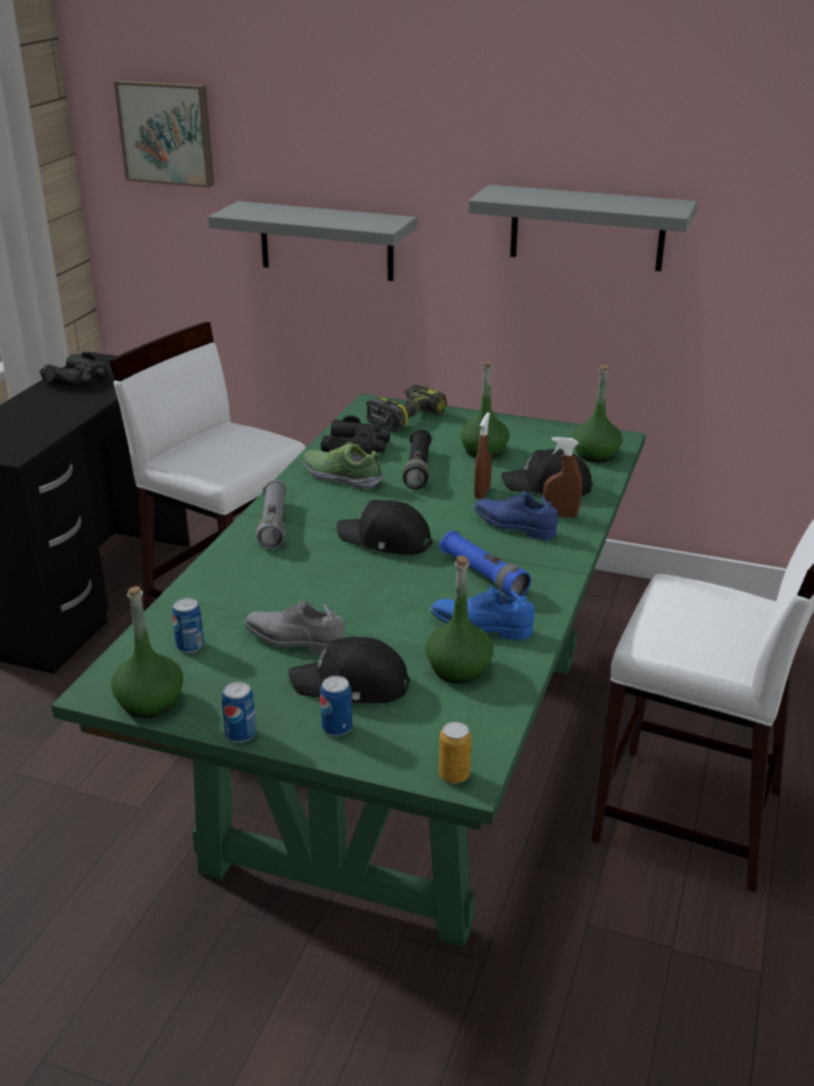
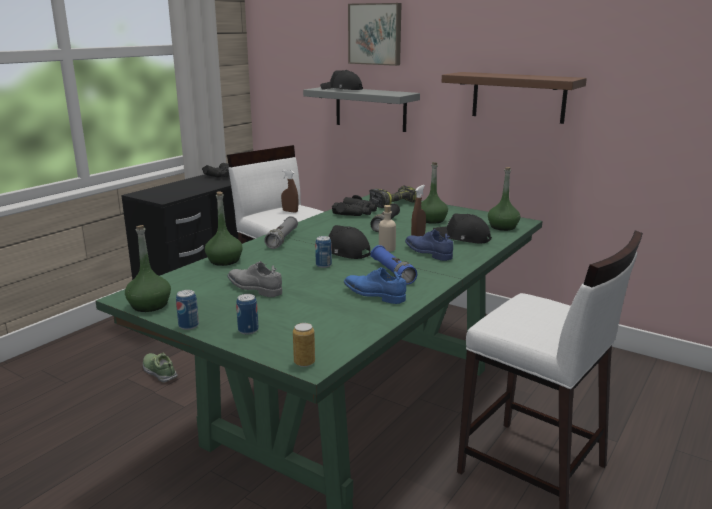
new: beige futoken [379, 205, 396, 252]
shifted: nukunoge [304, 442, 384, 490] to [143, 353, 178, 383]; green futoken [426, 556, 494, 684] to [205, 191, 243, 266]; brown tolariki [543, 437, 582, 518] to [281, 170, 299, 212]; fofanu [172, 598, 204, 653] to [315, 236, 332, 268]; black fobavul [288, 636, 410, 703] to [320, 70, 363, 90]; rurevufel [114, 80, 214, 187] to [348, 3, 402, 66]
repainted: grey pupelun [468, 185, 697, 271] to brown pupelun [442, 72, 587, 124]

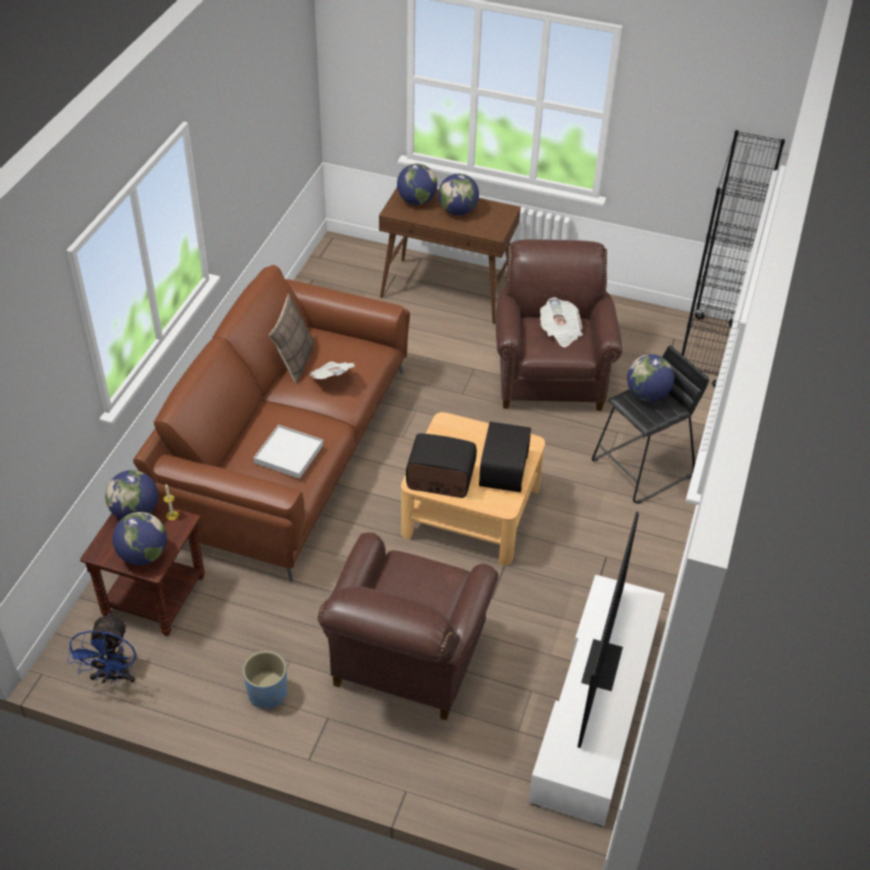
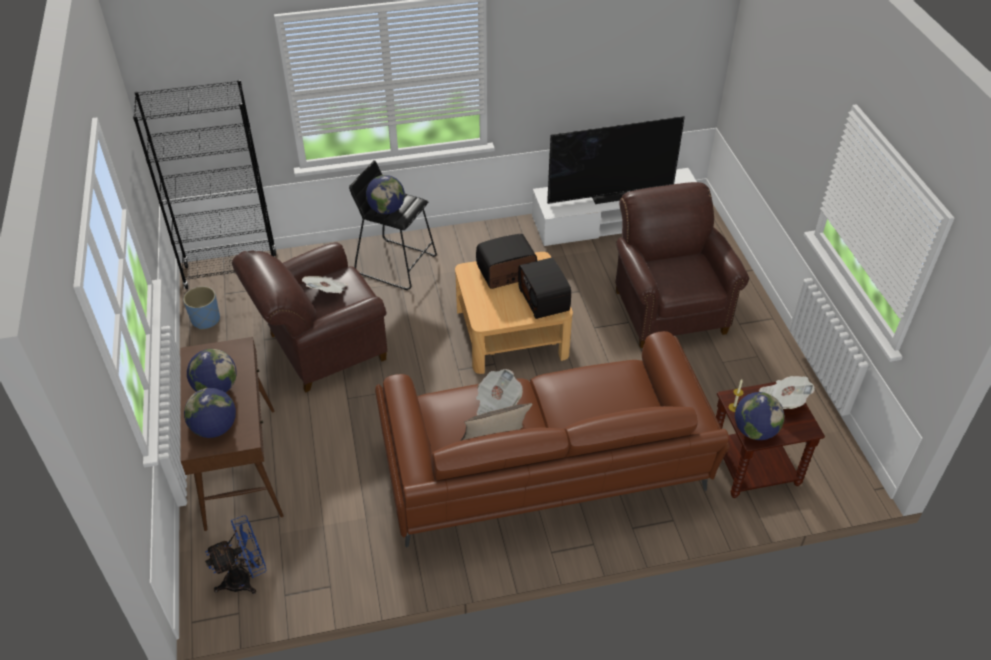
gone: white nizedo [254, 425, 323, 479]
shifted: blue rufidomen [243, 651, 287, 709] to [183, 286, 220, 330]; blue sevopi [67, 613, 136, 684] to [205, 515, 266, 594]
swapped: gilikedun [112, 512, 167, 565] to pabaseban [759, 376, 815, 409]
rotated: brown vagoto [318, 532, 499, 720] = [615, 182, 749, 348] 90 degrees counterclockwise

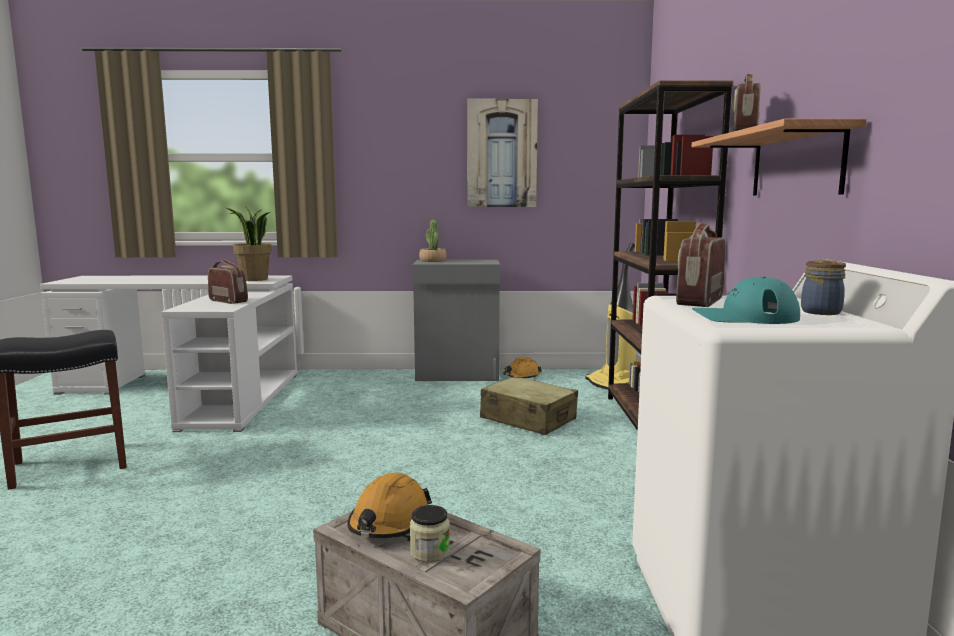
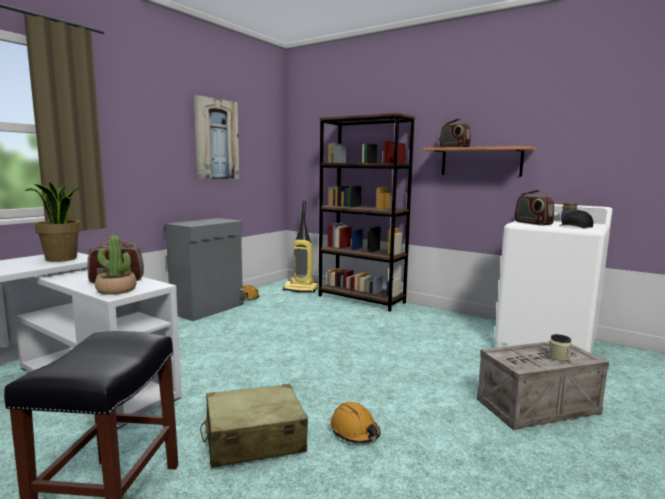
shifted: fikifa [419, 220, 447, 262] to [95, 235, 136, 295]; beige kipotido [480, 376, 578, 435] to [200, 384, 308, 468]; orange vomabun [347, 473, 432, 538] to [330, 402, 381, 443]
repainted: turquoise fobavul [692, 276, 800, 324] to black fobavul [560, 210, 593, 229]

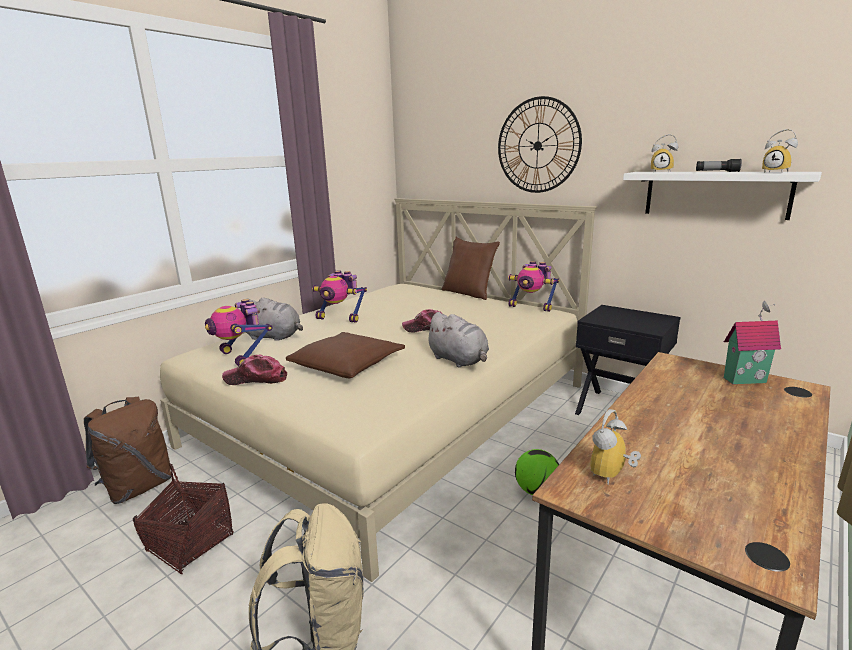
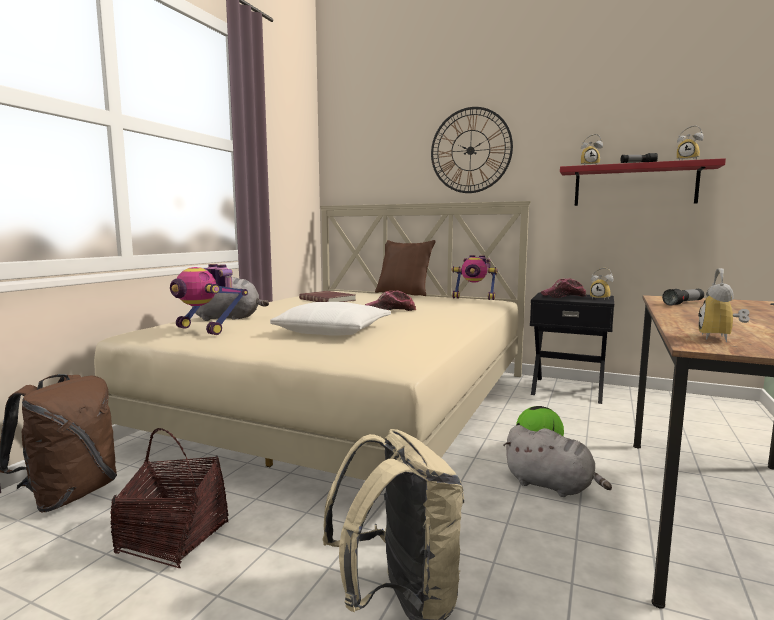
gone: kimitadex [312, 270, 367, 323]; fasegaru [724, 301, 781, 384]
new: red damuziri [299, 291, 356, 302]; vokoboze [590, 268, 614, 300]; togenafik [662, 289, 704, 306]
shifted: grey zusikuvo [424, 312, 489, 367] to [503, 425, 612, 497]; fobavul [222, 355, 287, 385] to [541, 278, 586, 298]
repainted: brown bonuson [286, 332, 405, 378] to white bonuson [270, 302, 391, 336]; white pupelun [623, 172, 822, 220] to red pupelun [560, 158, 726, 206]

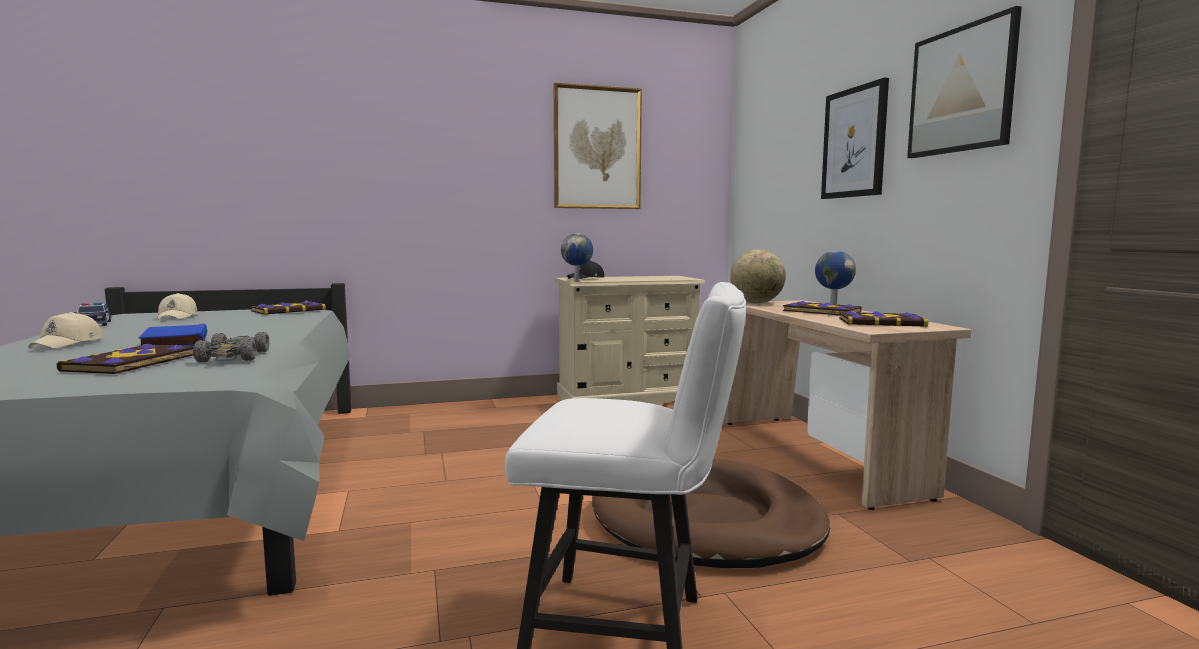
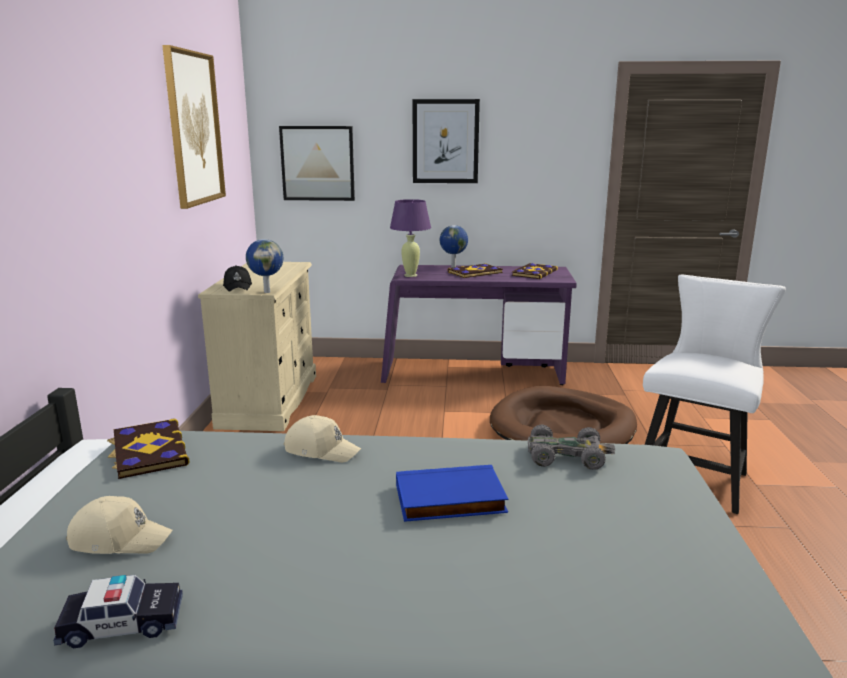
gone: damuziri [56, 344, 194, 374]
shifted: rurevufel [907, 6, 1022, 158] to [279, 126, 355, 201]; beige fobavul [28, 312, 103, 348] to [284, 415, 361, 463]
swapped: gilikedun [730, 249, 786, 304] to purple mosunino [390, 199, 431, 277]
repainted: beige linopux [723, 300, 971, 510] to purple linopux [381, 265, 577, 385]

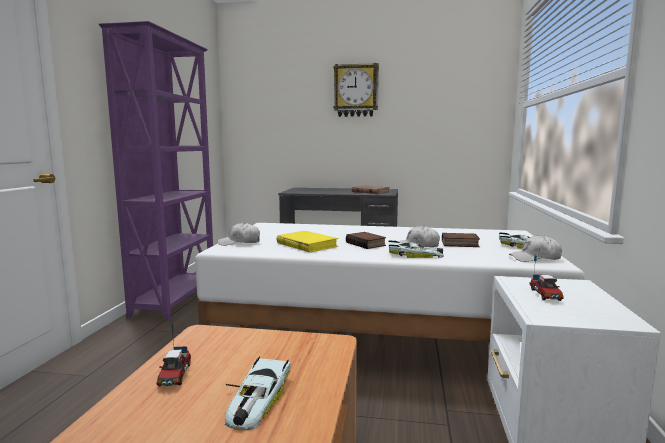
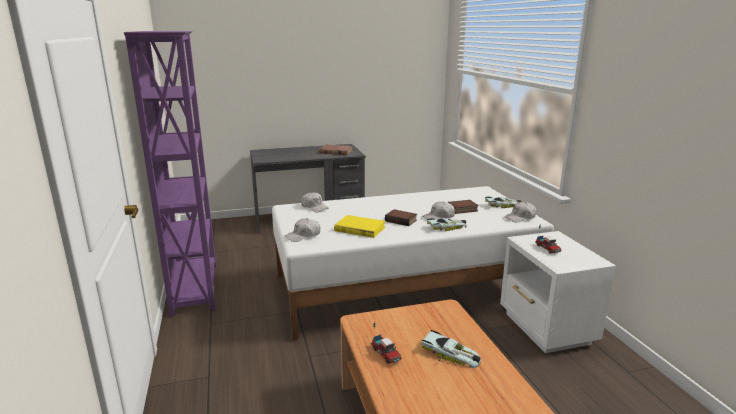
gone: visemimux [333, 63, 379, 117]
new: white fobavul [301, 192, 329, 213]
rotated: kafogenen [225, 356, 291, 430] = [422, 330, 481, 368] 45 degrees counterclockwise

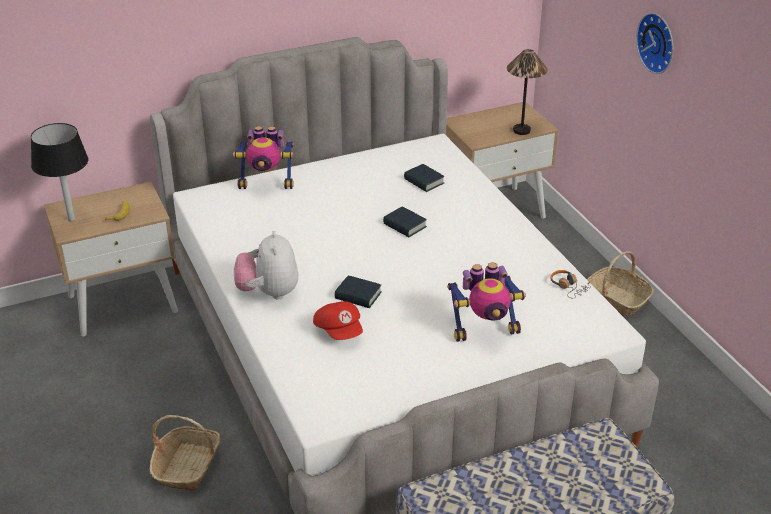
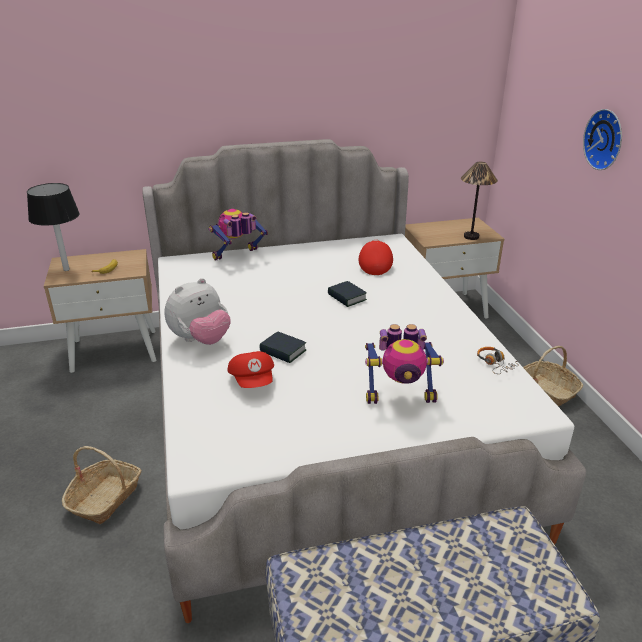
swapped: damuziri [404, 164, 445, 192] to red fobavul [359, 240, 393, 275]
rotated: zusikuvo [234, 231, 298, 300] = [164, 278, 231, 345] 135 degrees counterclockwise; kimitadex [233, 126, 294, 189] = [209, 209, 268, 261] 135 degrees clockwise

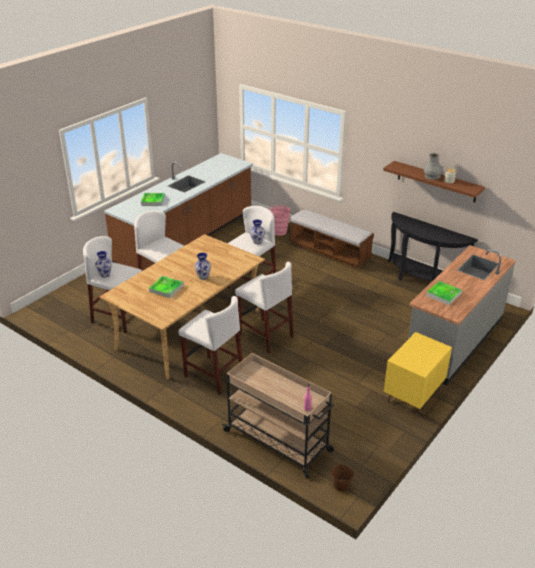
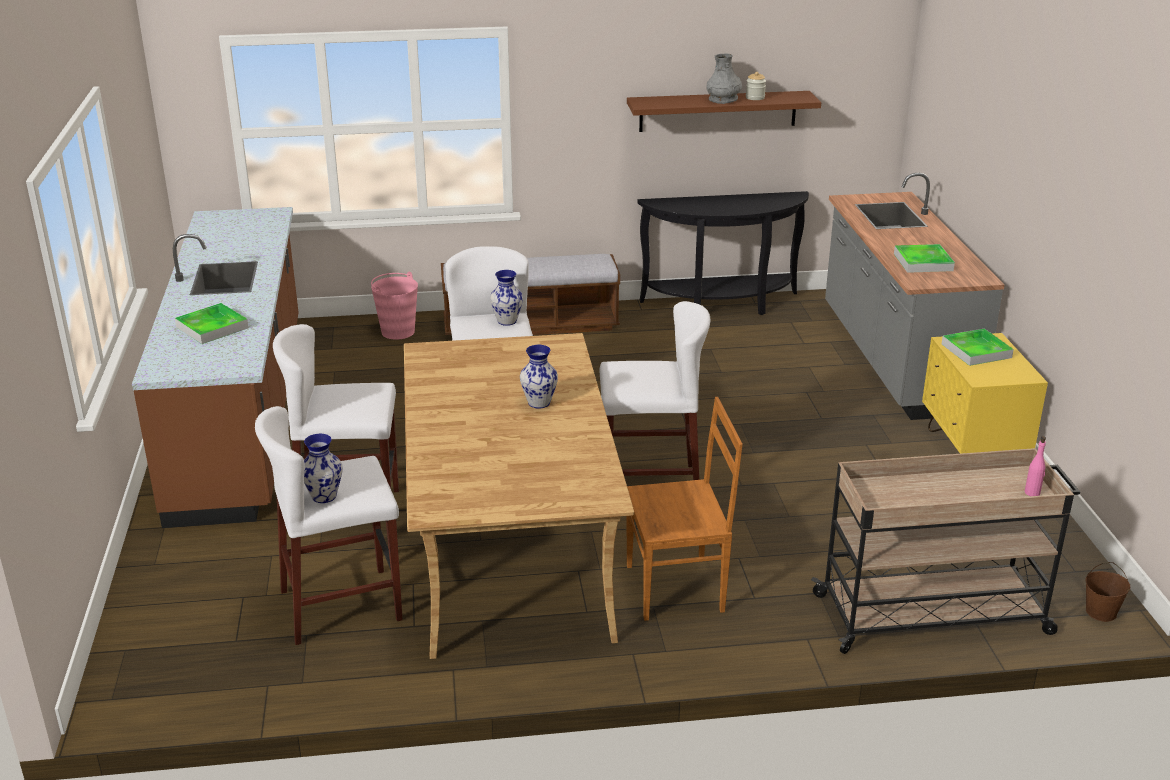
shifted: nizedo [149, 276, 183, 298] to [942, 328, 1014, 366]
swapped: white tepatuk [179, 296, 243, 395] to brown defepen [627, 397, 743, 621]

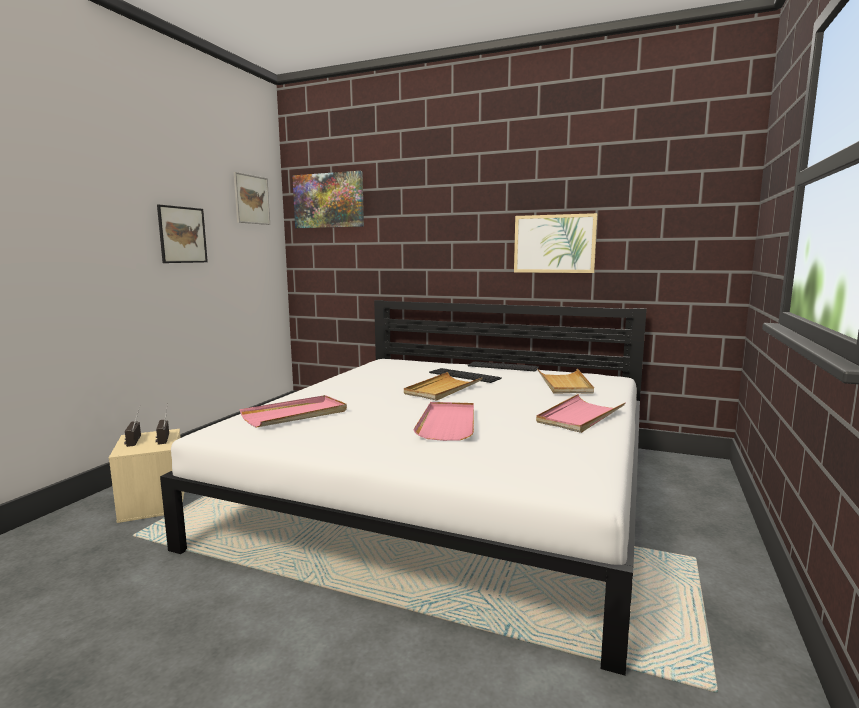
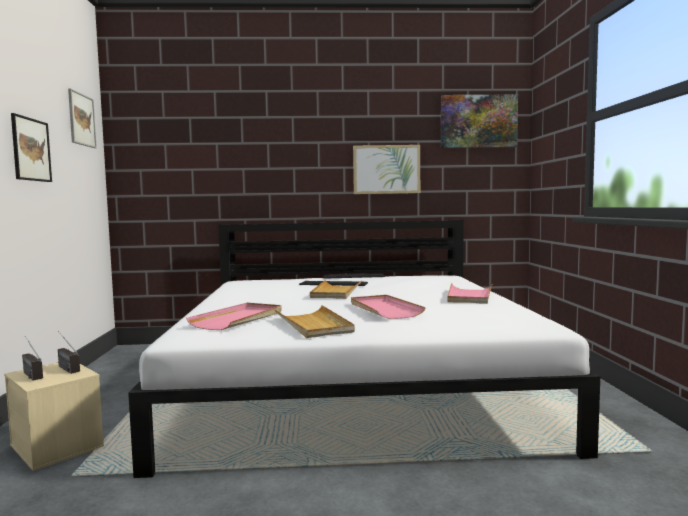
shifted: beige nizedo [537, 368, 594, 394] to [275, 305, 355, 338]; rurevufel [292, 171, 364, 228] to [441, 95, 518, 148]

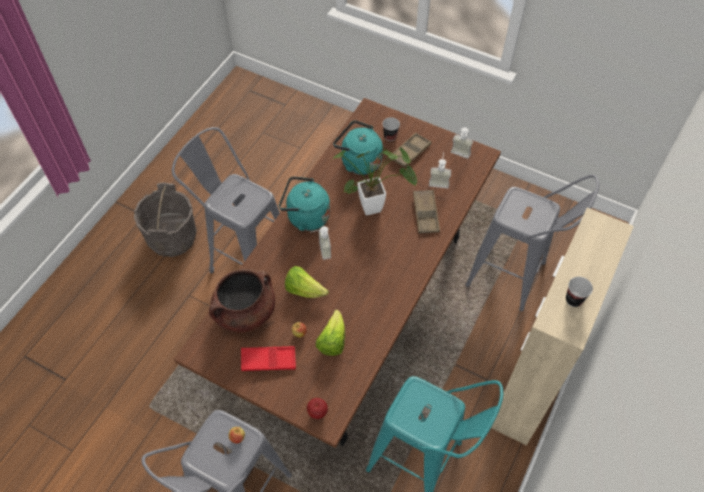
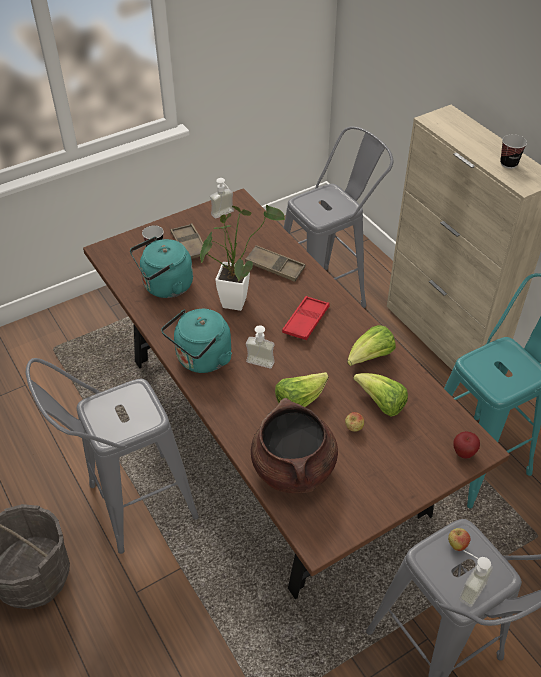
new: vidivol [347, 325, 396, 366]
shifted: red nizedo [241, 346, 296, 371] to [282, 296, 330, 340]; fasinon [429, 152, 451, 189] to [459, 550, 493, 607]

